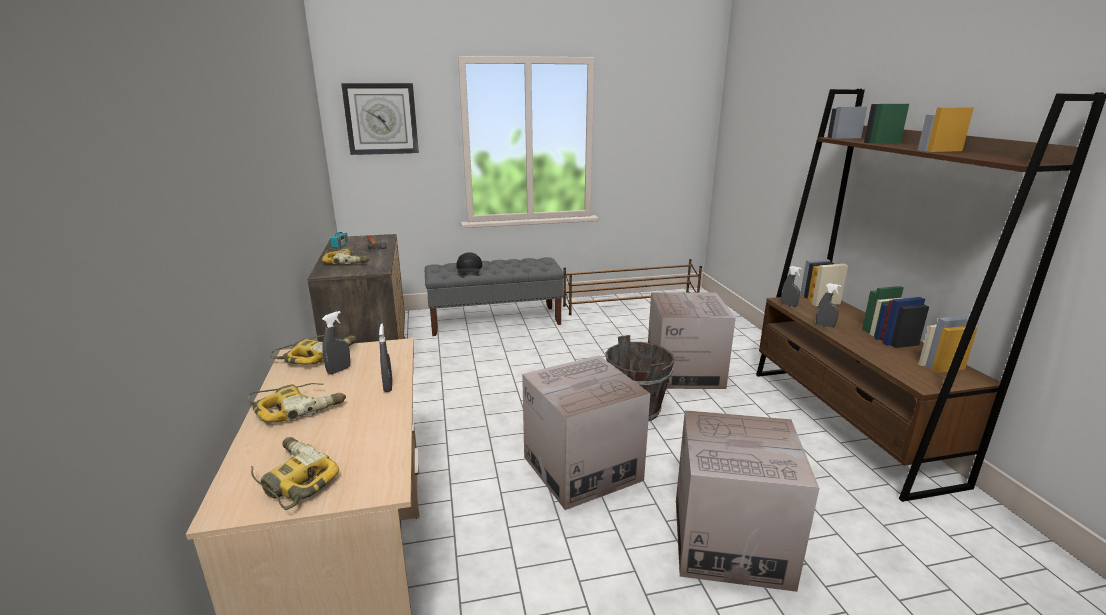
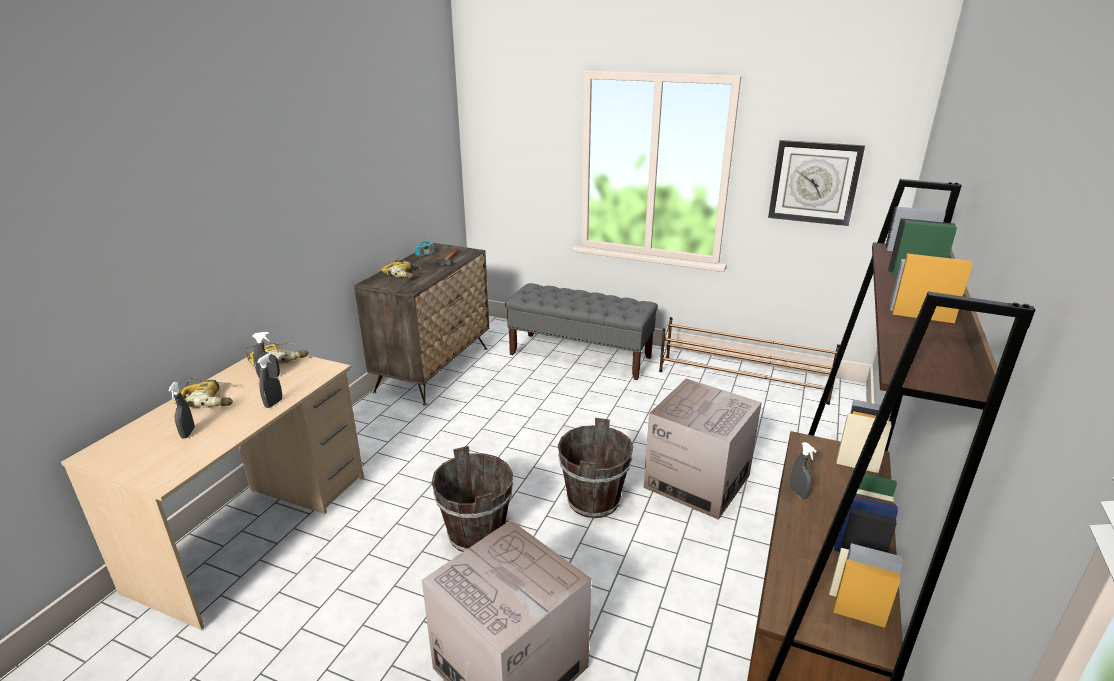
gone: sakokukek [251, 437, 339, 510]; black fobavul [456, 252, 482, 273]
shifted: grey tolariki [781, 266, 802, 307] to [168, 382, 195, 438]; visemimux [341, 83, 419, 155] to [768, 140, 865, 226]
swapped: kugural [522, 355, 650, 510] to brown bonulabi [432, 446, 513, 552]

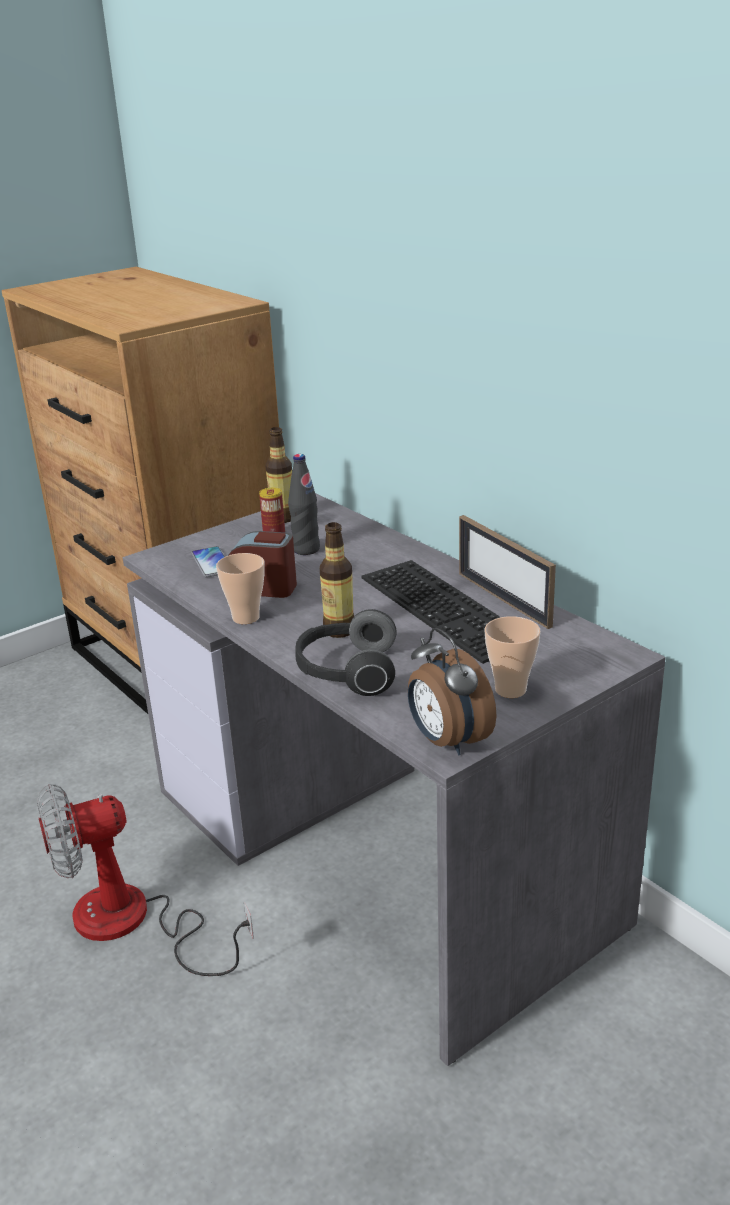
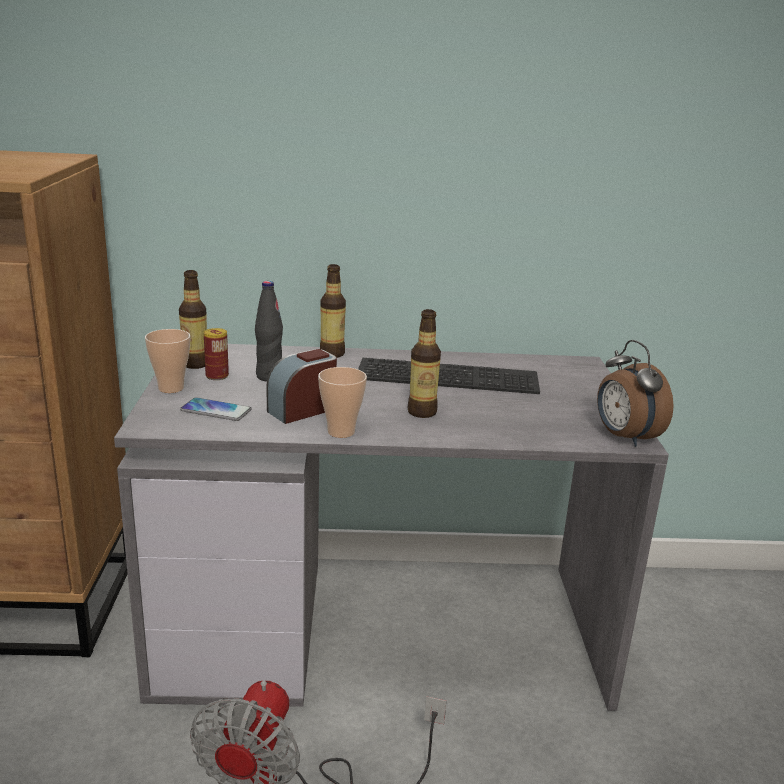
gone: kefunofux [295, 609, 397, 696]; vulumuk [459, 515, 556, 629]
new: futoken [320, 264, 346, 358]
shifted: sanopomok [485, 616, 541, 698] to [145, 329, 190, 393]
rotated: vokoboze [408, 628, 496, 755] = [597, 340, 674, 447] 60 degrees clockwise

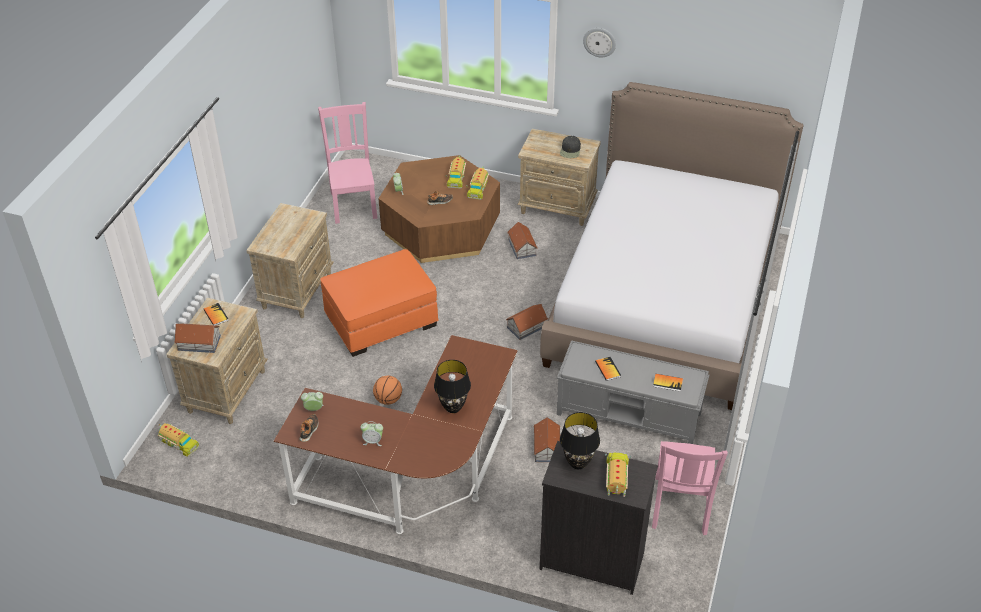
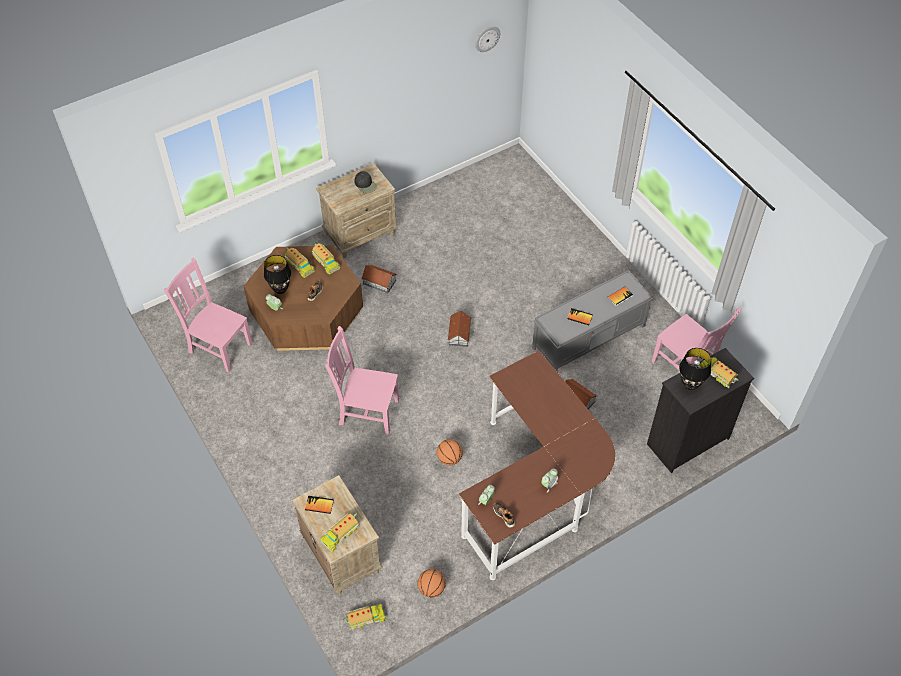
gone: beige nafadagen [246, 203, 334, 318]; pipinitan [540, 82, 803, 410]
new: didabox [418, 569, 446, 598]
shifted: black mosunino [434, 360, 471, 413] to [264, 255, 291, 294]; visemimux [583, 28, 616, 58] to [475, 26, 500, 52]
swapped: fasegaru [175, 324, 221, 353] to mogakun [321, 513, 359, 552]; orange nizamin [320, 249, 439, 357] to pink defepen [325, 326, 399, 435]

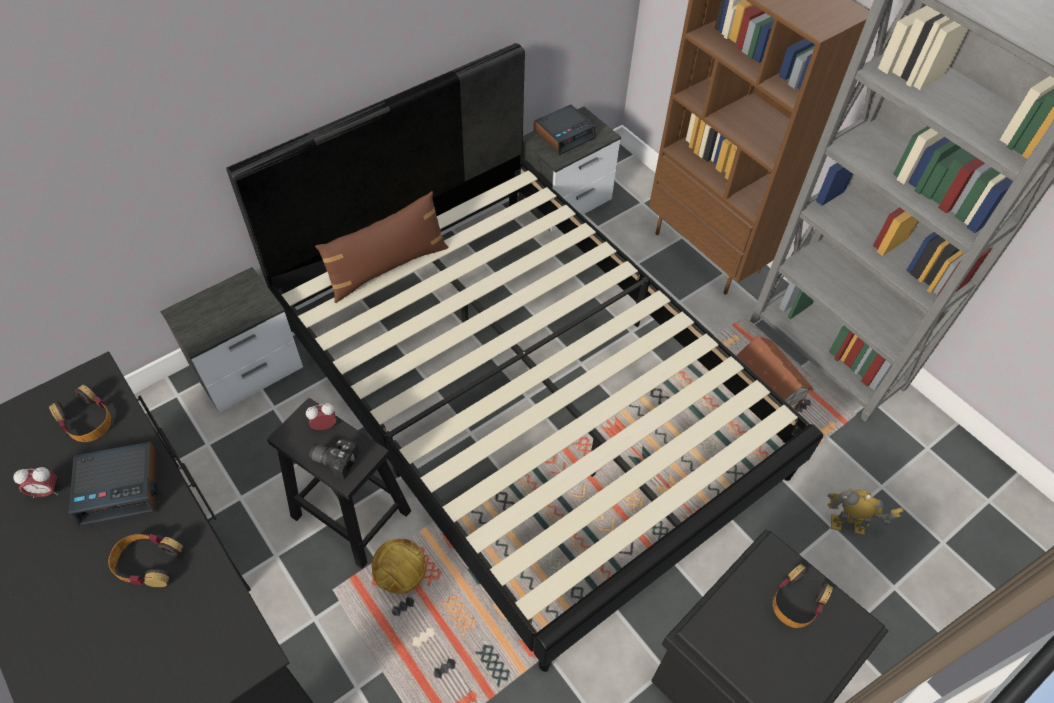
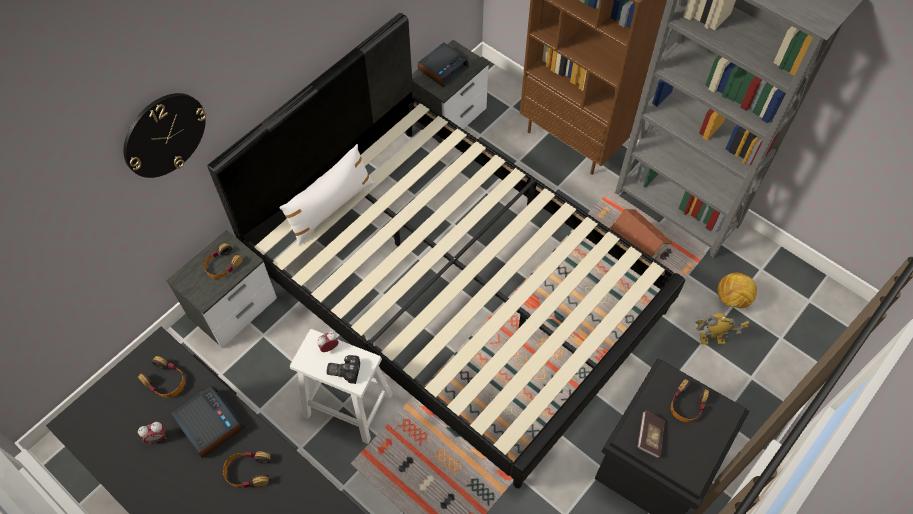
new: visemimux [123, 93, 206, 178]; kefunofux [203, 243, 243, 279]; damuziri [637, 410, 665, 458]
shifted: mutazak [371, 539, 426, 594] to [718, 272, 757, 308]
repainted: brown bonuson [315, 191, 449, 303] to white bonuson [279, 144, 375, 246]; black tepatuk [267, 398, 411, 569] to white tepatuk [290, 329, 393, 444]
rotated: vokoboze [69, 442, 158, 527] = [171, 386, 245, 458] 105 degrees counterclockwise

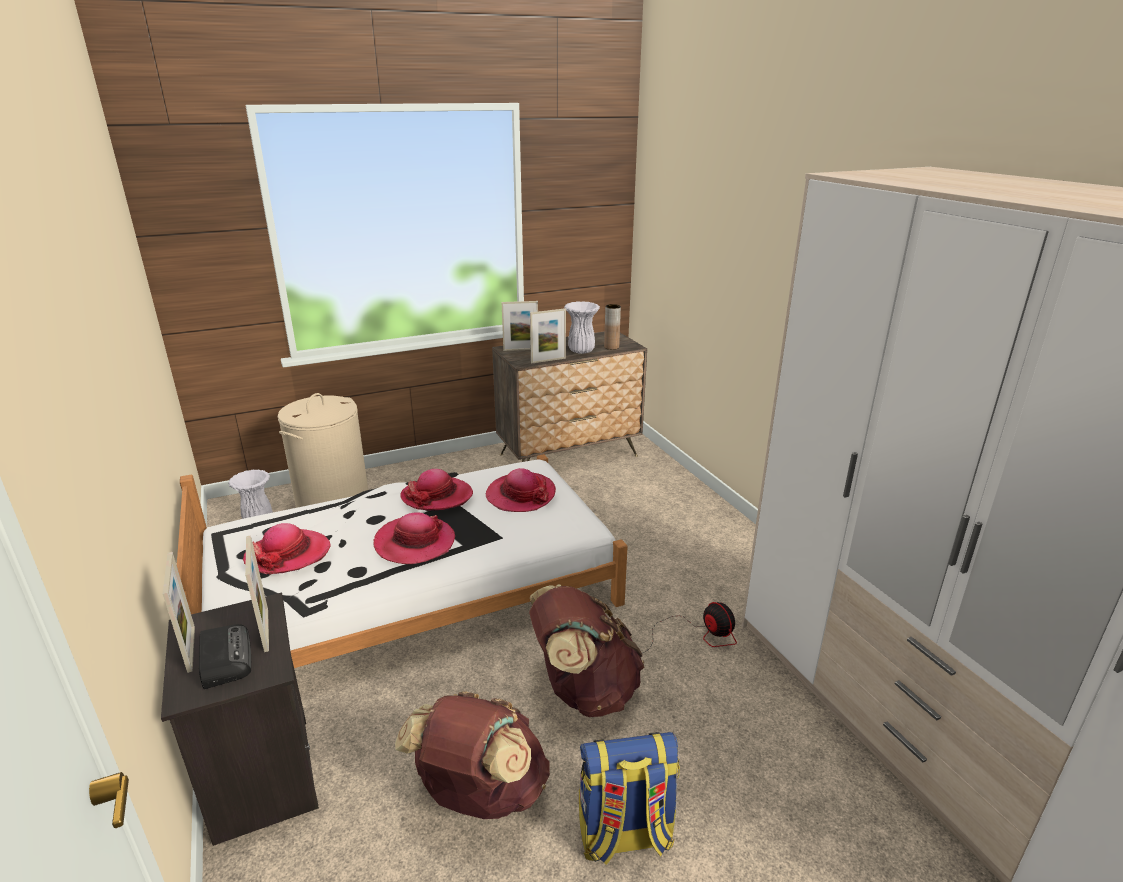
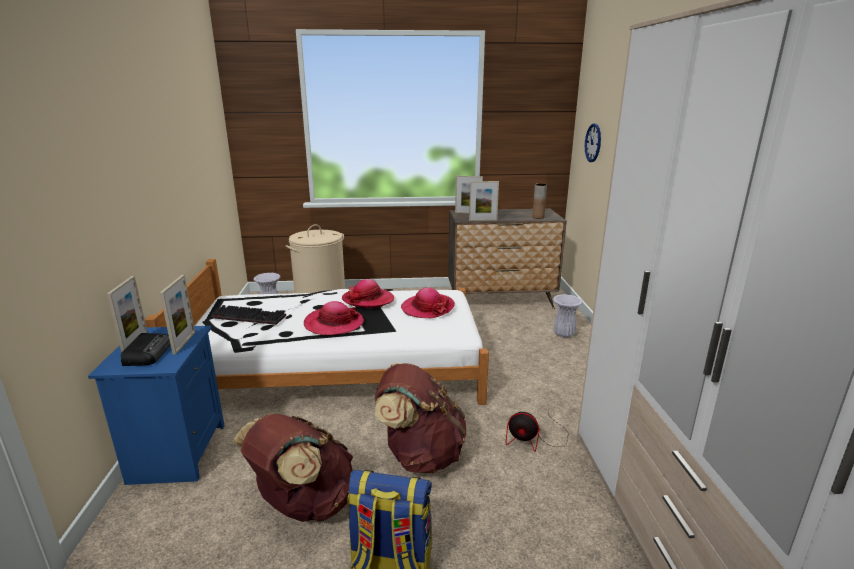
new: visemimux [585, 123, 601, 162]
shifted: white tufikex [564, 301, 600, 354] to [553, 294, 583, 337]
swapped: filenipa [243, 523, 331, 575] to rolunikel [211, 305, 286, 325]
repainted: black nafadagen [161, 593, 319, 846] to blue nafadagen [88, 326, 224, 485]
rotated: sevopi [643, 602, 737, 653] = [506, 411, 568, 452] 120 degrees clockwise

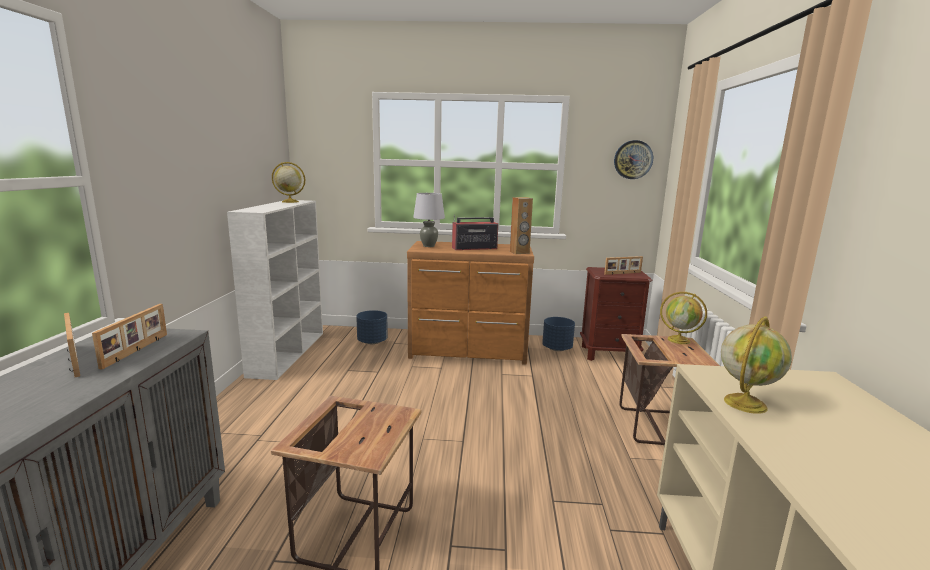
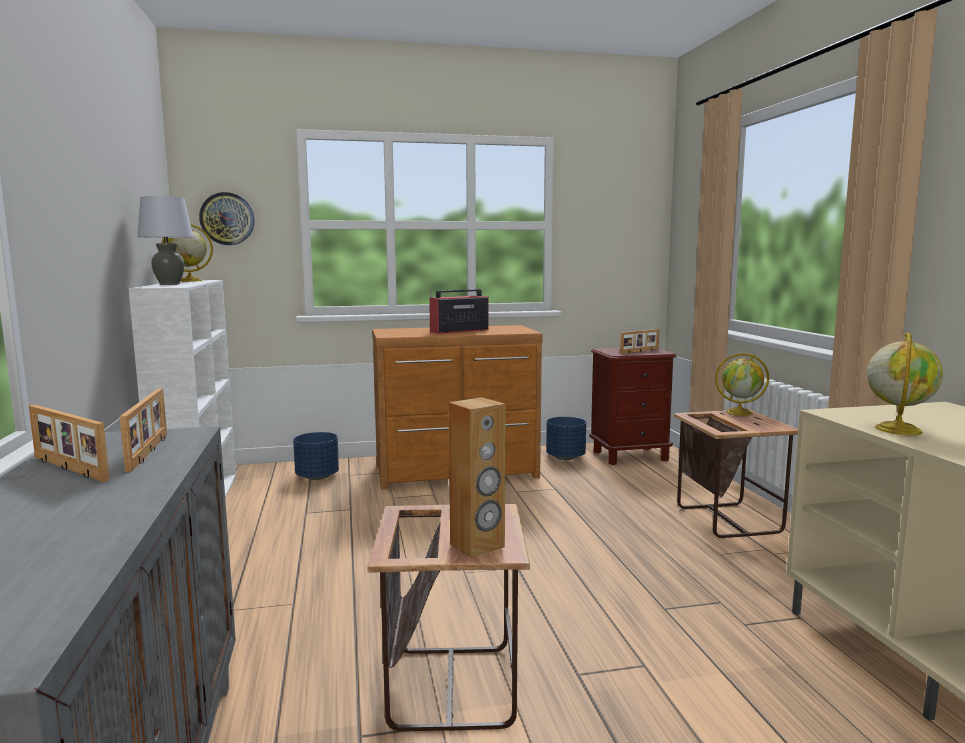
shifted: grey mosunino [413, 193, 445, 247] to [137, 196, 193, 285]; visemimux [614, 140, 653, 179] to [199, 192, 254, 245]; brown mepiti [510, 197, 533, 254] to [448, 397, 505, 558]

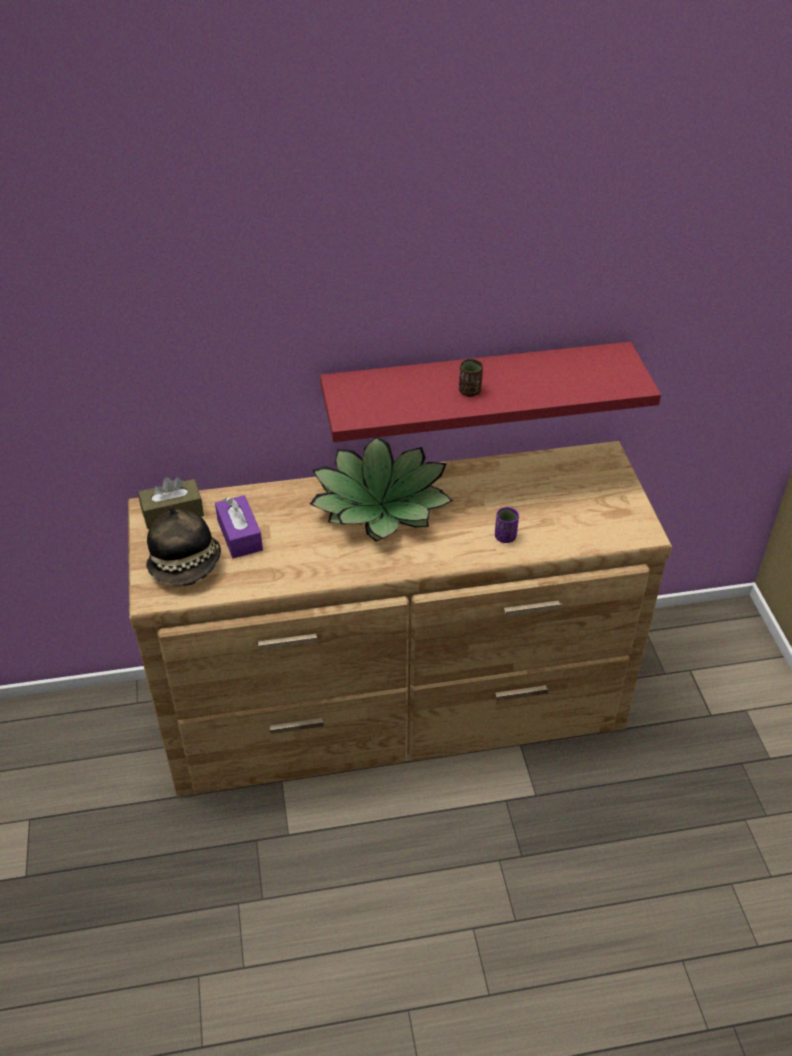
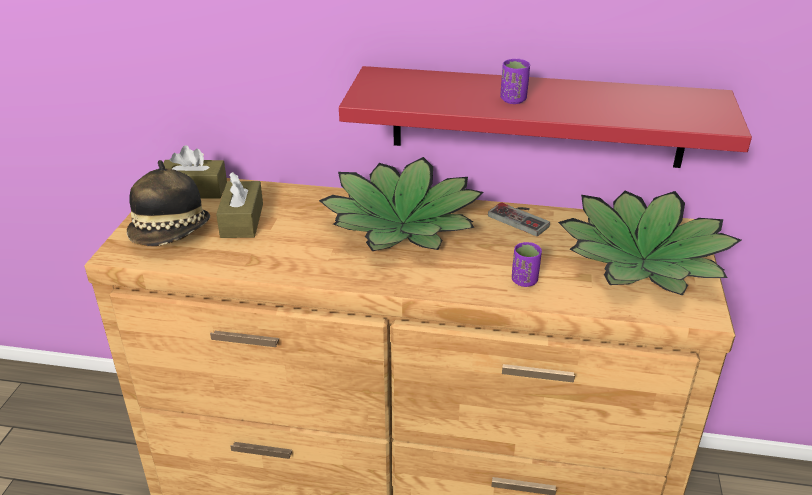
new: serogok [488, 202, 550, 236]; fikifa [558, 190, 741, 296]
repainted: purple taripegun [215, 495, 263, 558] to brown taripegun [216, 172, 263, 238]; brown sanopomok [459, 359, 483, 397] to purple sanopomok [500, 59, 530, 104]

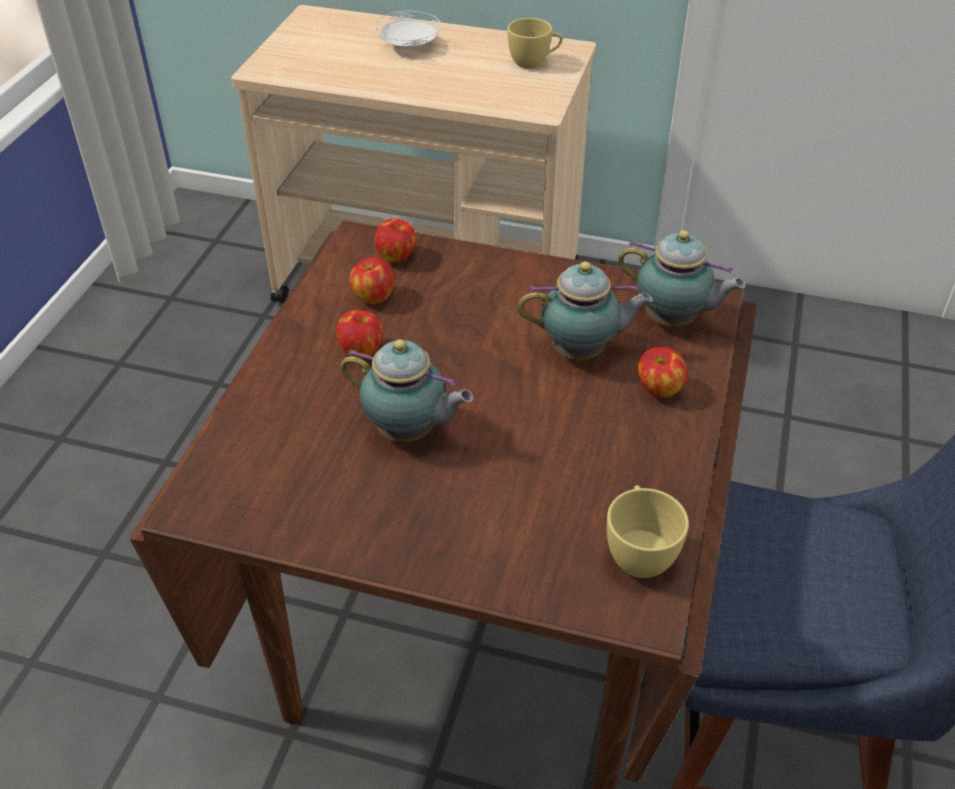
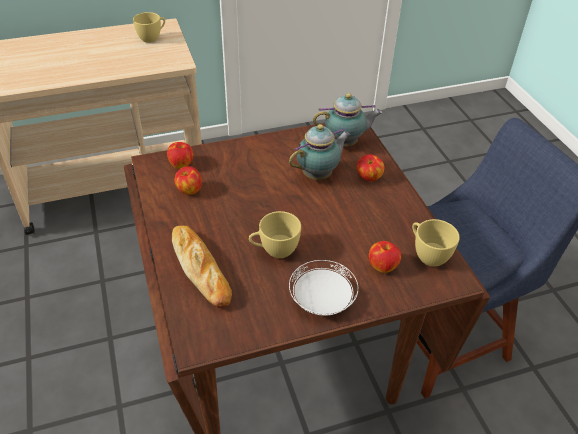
new: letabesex [172, 226, 232, 308]
shifted: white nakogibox [374, 11, 441, 48] to [289, 260, 358, 316]; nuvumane [336, 310, 383, 358] to [369, 241, 401, 273]
swapped: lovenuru [340, 339, 473, 442] to yellow sanopomok [249, 211, 301, 258]

